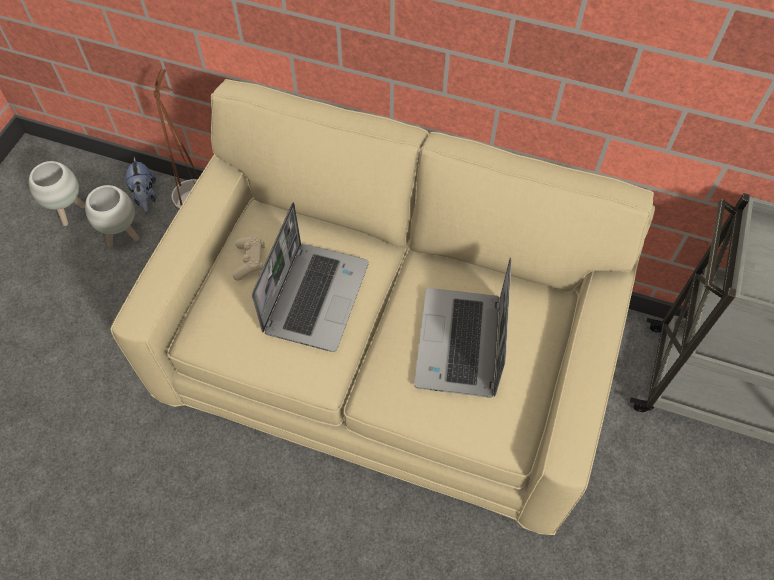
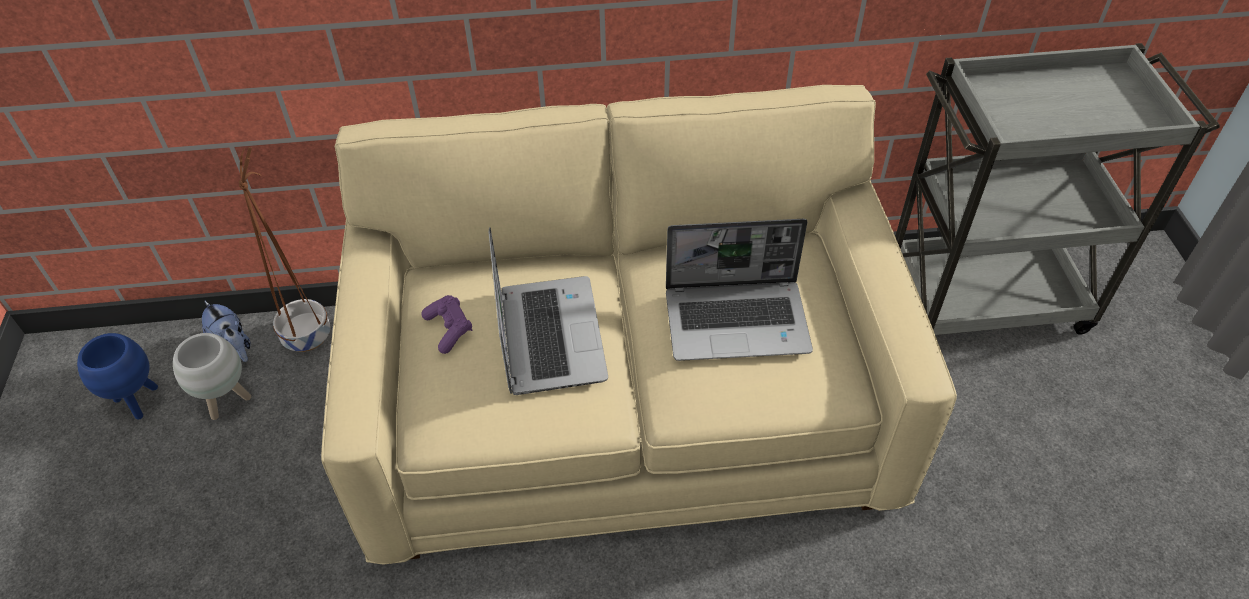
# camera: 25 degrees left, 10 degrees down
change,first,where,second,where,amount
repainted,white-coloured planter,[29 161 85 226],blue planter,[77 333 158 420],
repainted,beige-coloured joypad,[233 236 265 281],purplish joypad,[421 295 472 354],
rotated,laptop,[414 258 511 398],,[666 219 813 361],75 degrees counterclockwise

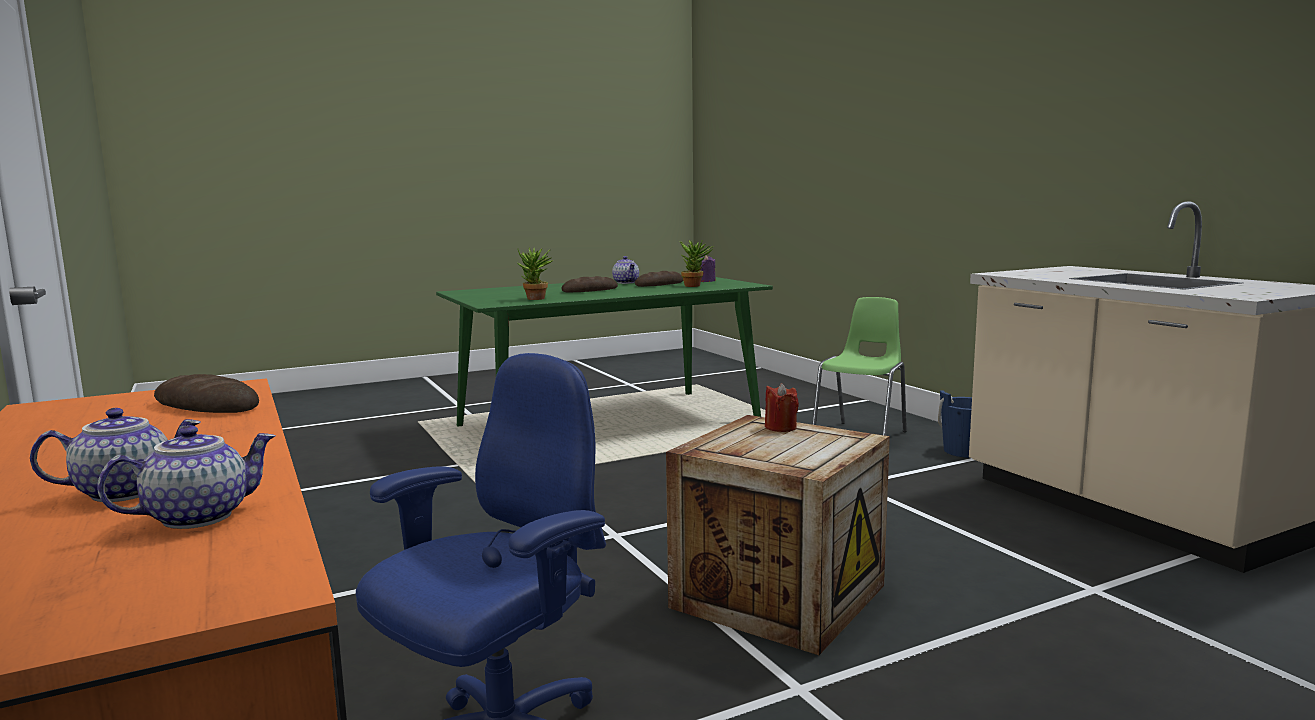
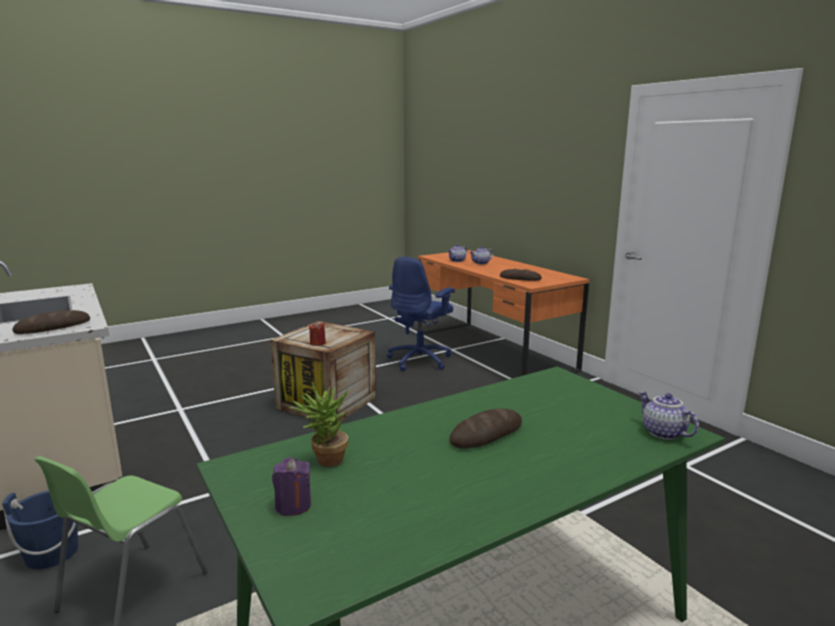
# camera: 175 degrees right, 5 degrees up
change,first,where,second,where,amount
gone,potted plant,[518 248 553 300],,,
shifted,teapot,[612 256 639 284],,[639 391 699 440],
shifted,bakery bread,[635 271 683 287],,[12 310 90 334],

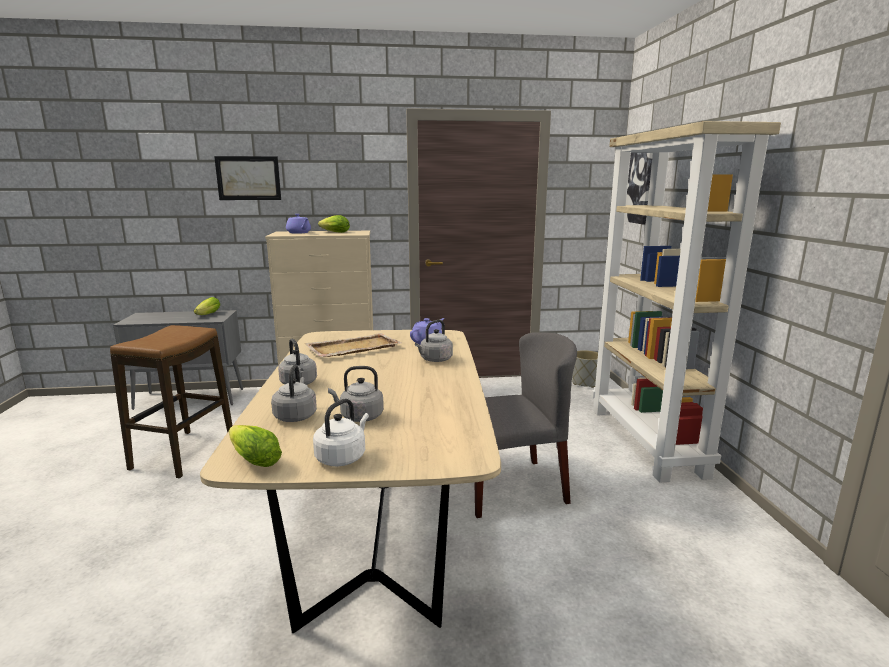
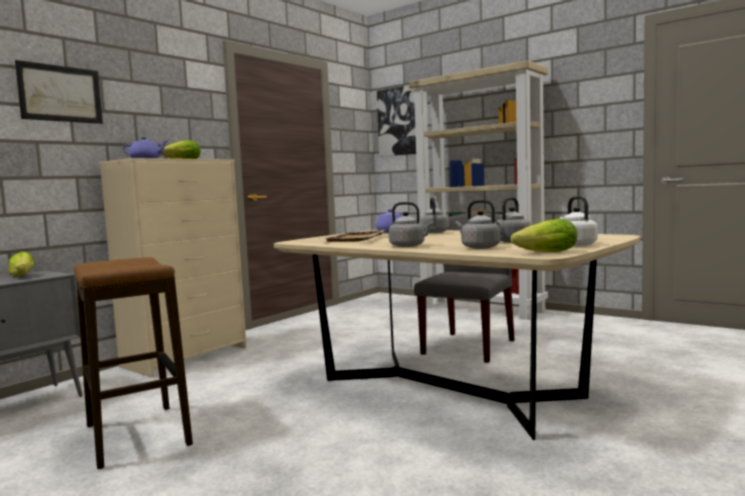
# camera: 45 degrees left, 10 degrees down
change,first,where,second,where,amount
gone,gray planter,[572 350 598 388],,,

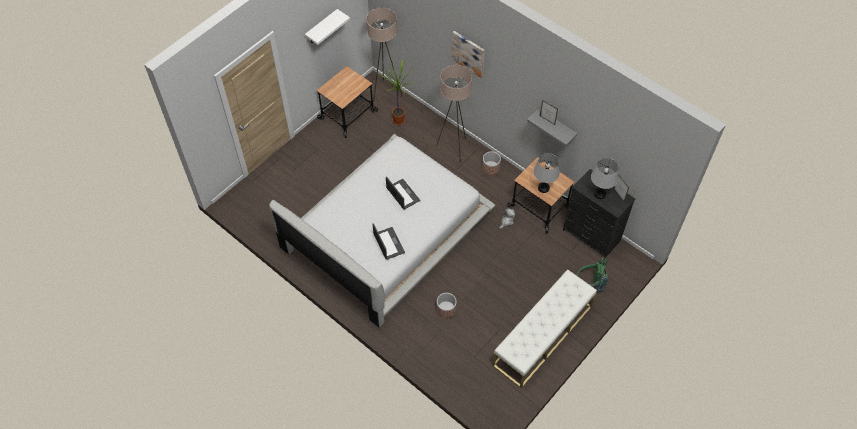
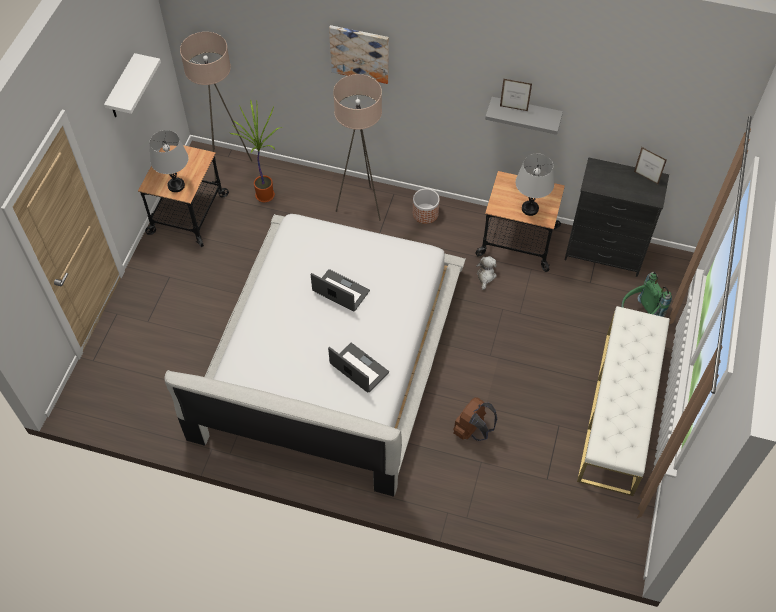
# camera: 25 degrees left, 0 degrees up
change,first,where,second,where,amount
shifted,gray lamp for a table,[591 158 618 199],,[150 130 188 192],
swapped,planter,[437 293 456 318],brown-coloured knapsack,[453 397 497 441],

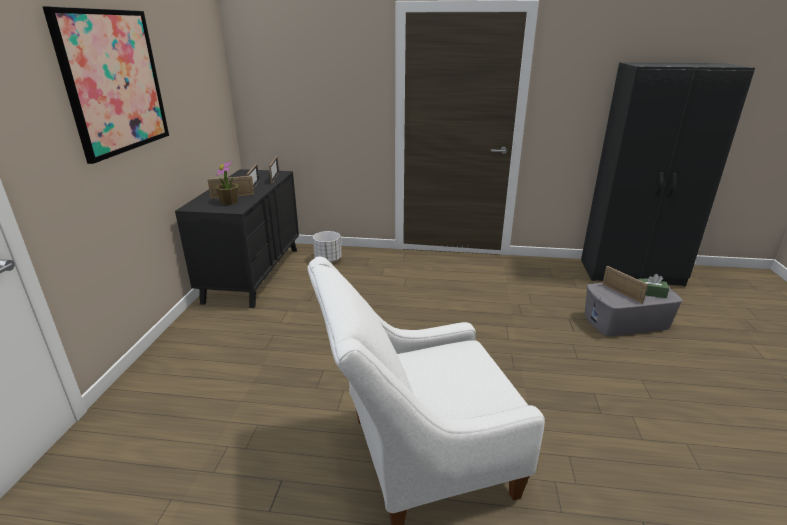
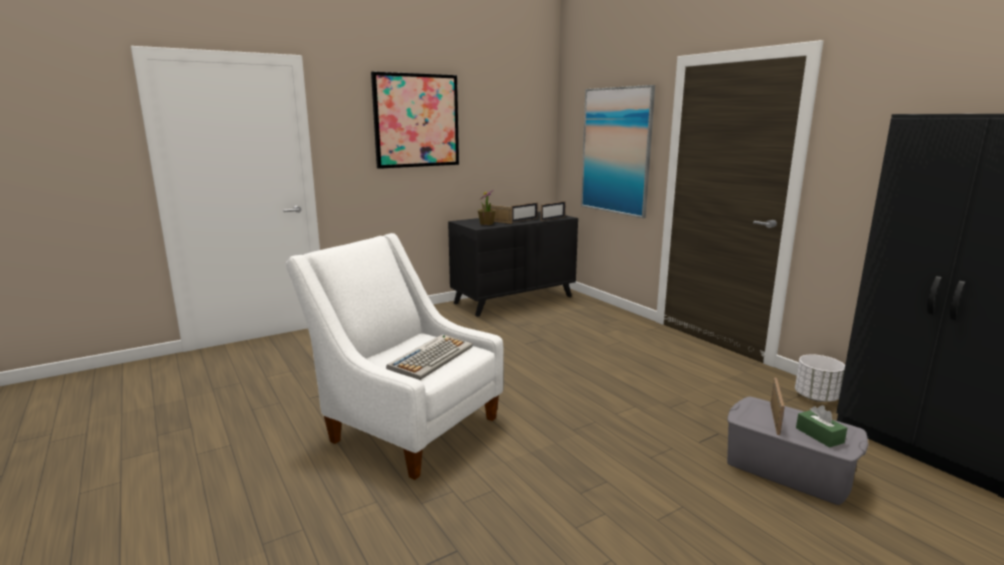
# camera: 50 degrees right, 10 degrees down
change,first,where,second,where,amount
new,,,keyboard,[386 334 473 380],
new,,,wall picture,[581 85 655 218],
shifted,white-coloured planter,[313 231 342 262],,[795 354 845 402],

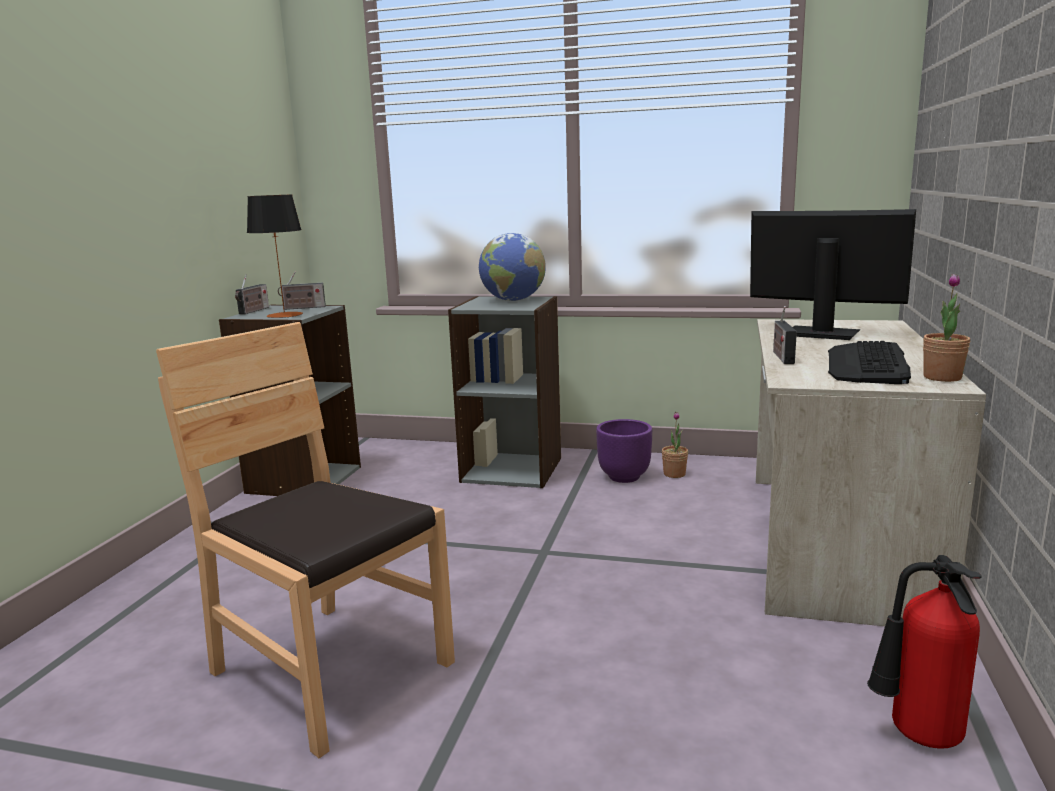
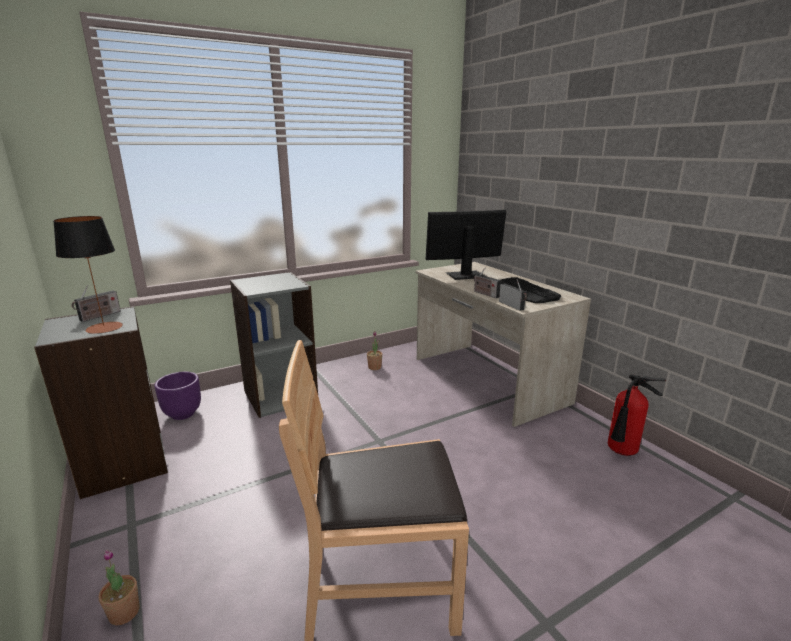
# camera: 45 degrees left, 5 degrees up
change,first,where,second,where,amount
gone,world globe,[479 233 546 301],,,
shifted,radio receiver,[235 275 269 314],,[499 279 527 311],
shifted,purplish planter,[596 419 652 483],,[154 372 201 420],
shifted,potted plant,[923 274 971 382],,[99 550 140 625],

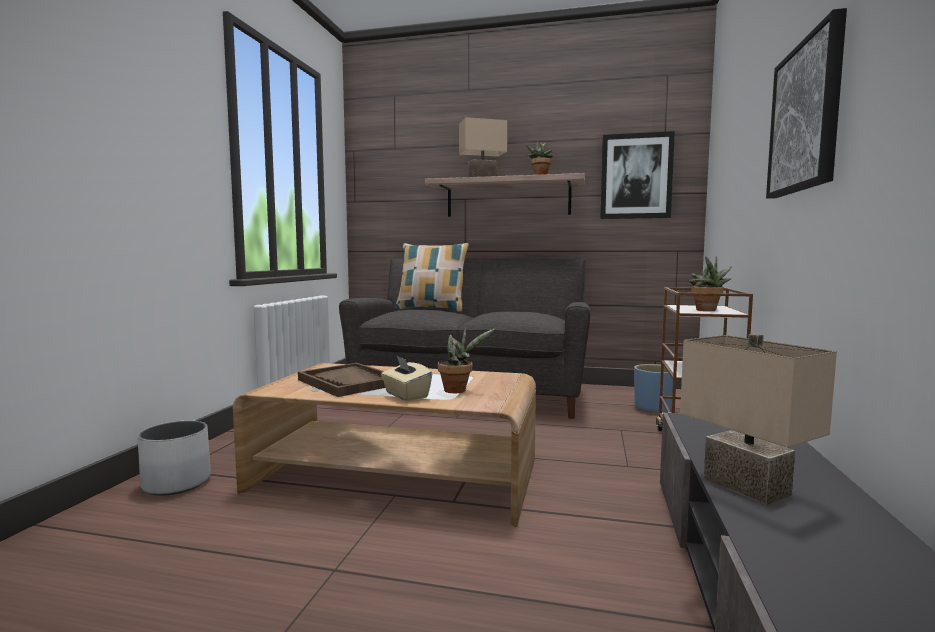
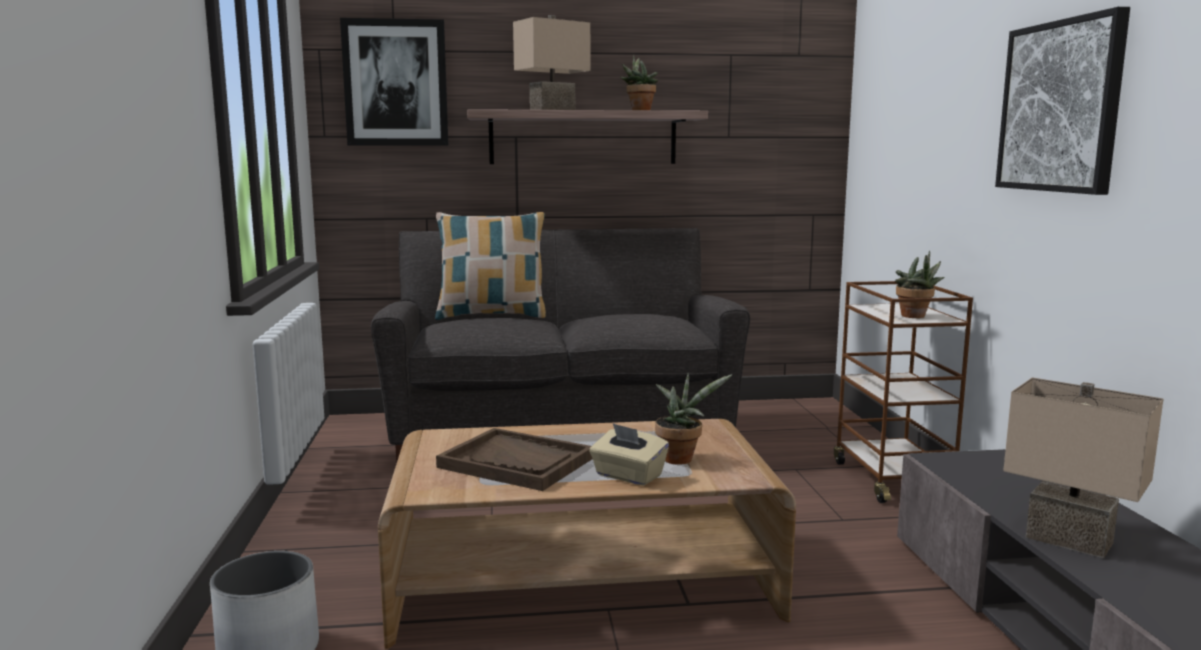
# camera: 20 degrees left, 5 degrees up
change,first,where,second,where,amount
gone,blue planter,[634 364 673 414],,,
shifted,wall picture,[600 131 675 219],,[340 18 448 145],

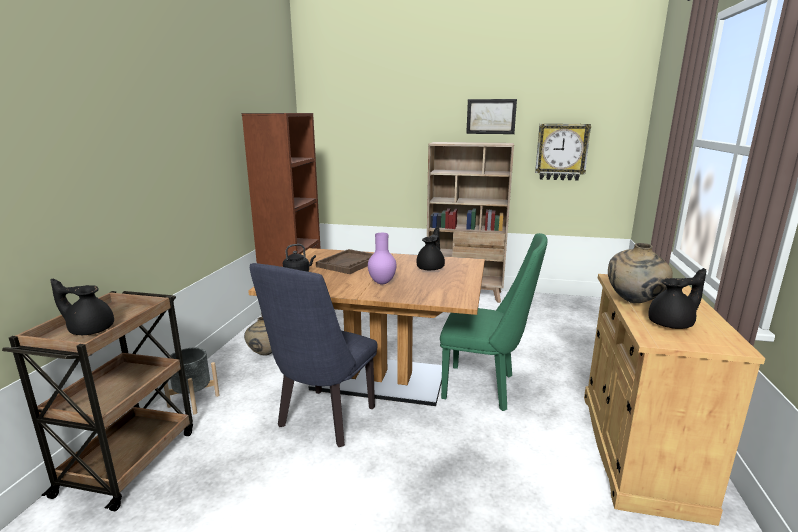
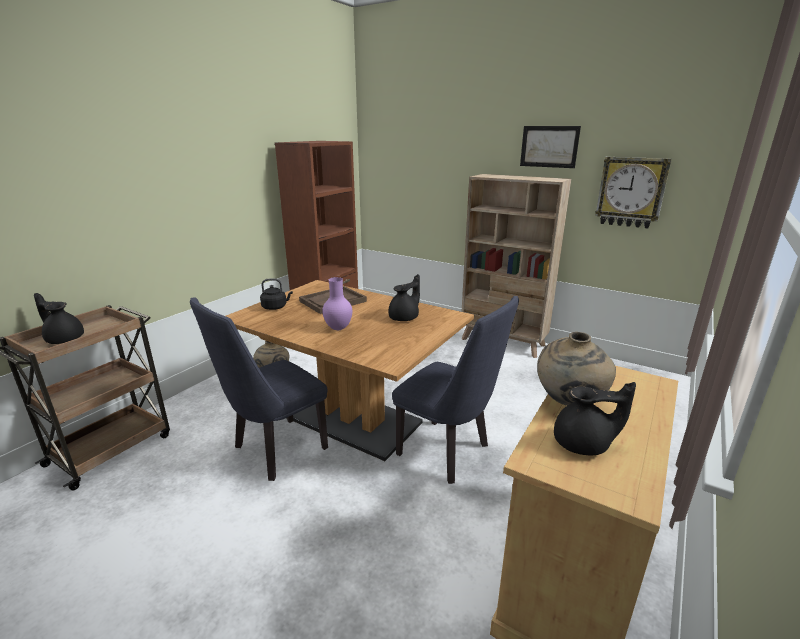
# camera: 20 degrees right, 5 degrees up
change,first,where,second,where,amount
gone,gray planter,[164 348 220 414],,,
repainted,green plain chair,[440 233 548 411],blue plain chair,[392 296 519 484],

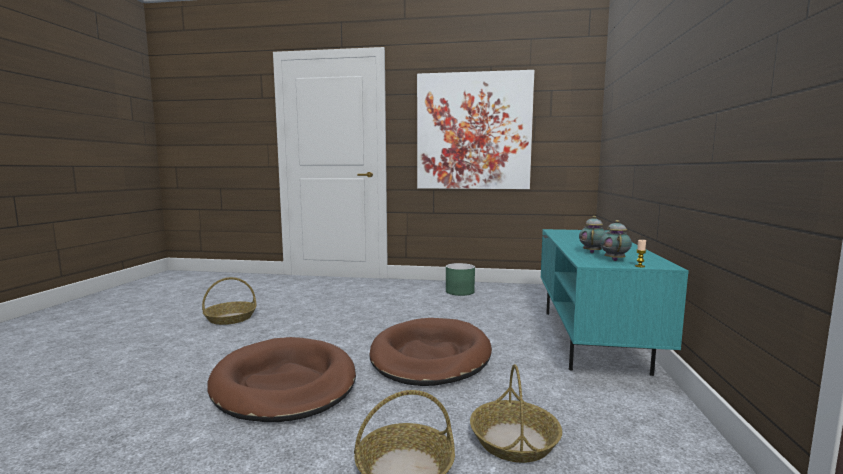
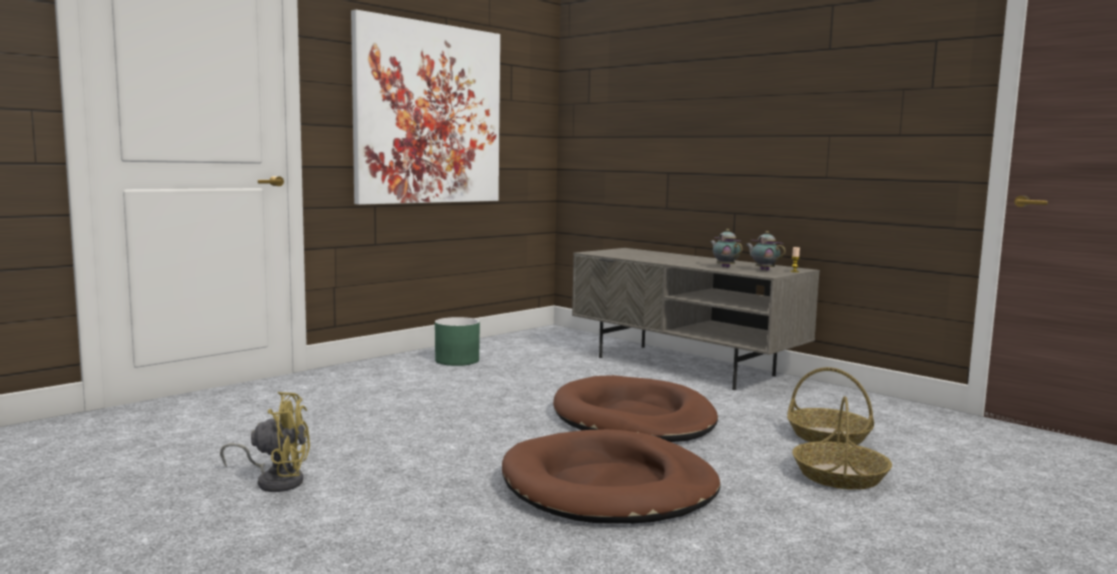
# camera: 55 degrees left, 0 degrees up
change,first,where,second,where,amount
swapped,basket,[202 277 256 325],yellow cooling fan,[220 392 310 492],
repainted,blue-green tv unit,[541 229 689 376],gray tv unit,[572 248 820 390],

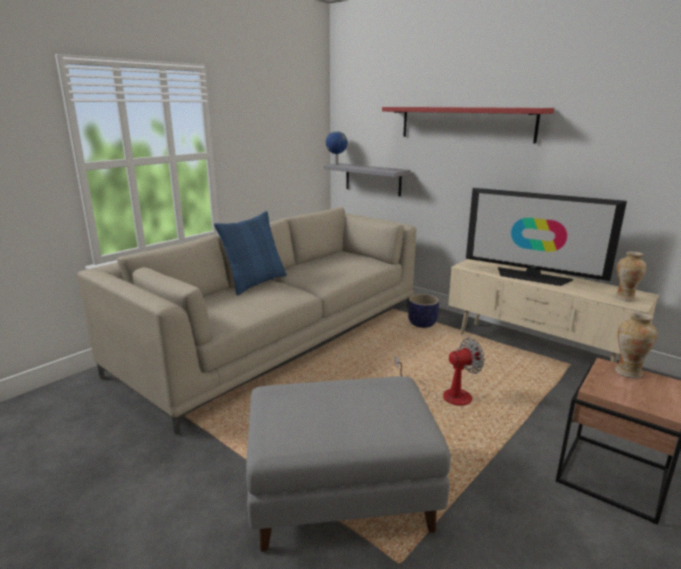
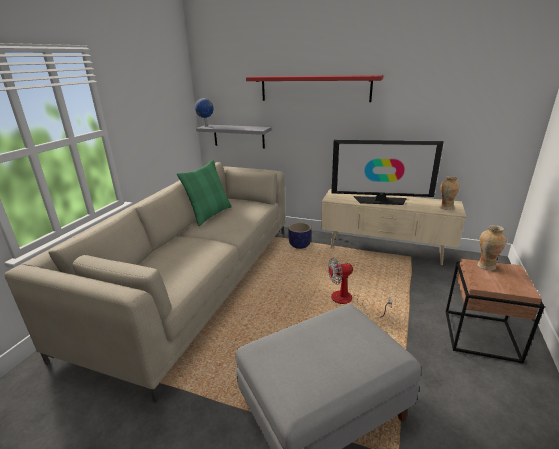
# camera: 20 degrees left, 5 degrees up
change,first,where,second,where,amount
gone,blue cushion,[214 211 287 295],,,
new,,,green cushion,[177 160 232 226],
rotated,cooling fan,[395 338 485 406],,[328 258 392 317],150 degrees counterclockwise

